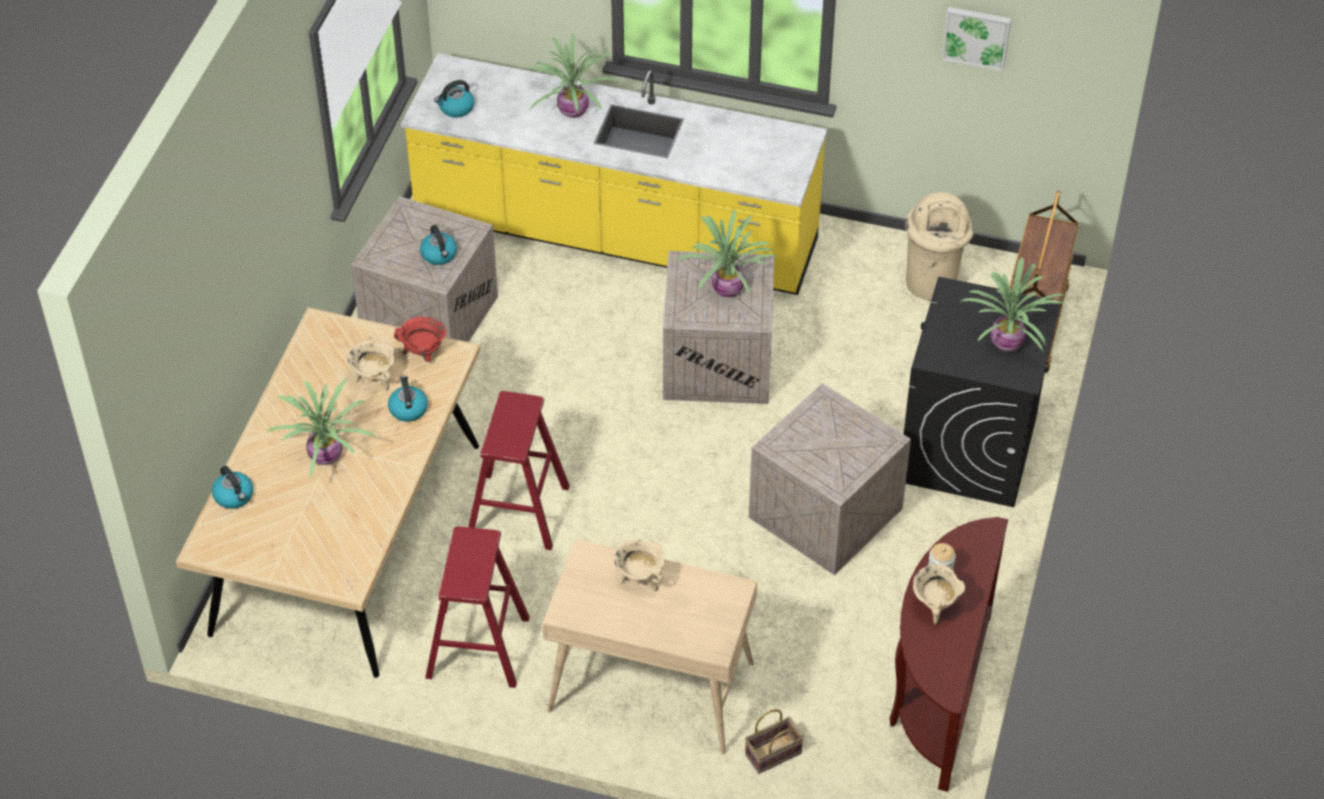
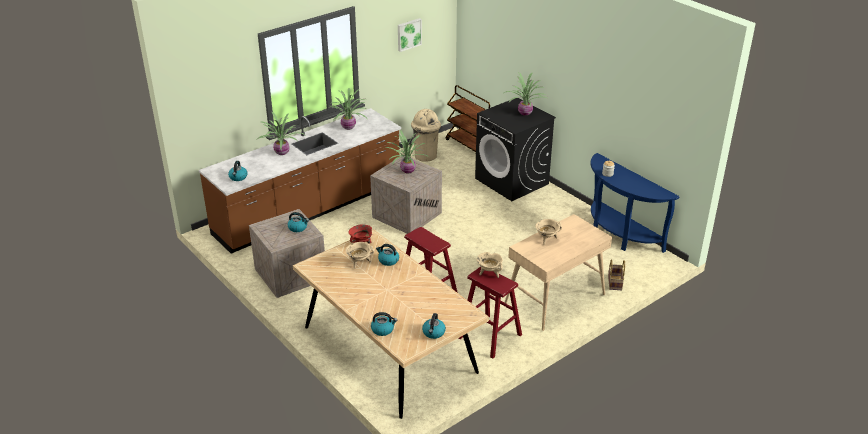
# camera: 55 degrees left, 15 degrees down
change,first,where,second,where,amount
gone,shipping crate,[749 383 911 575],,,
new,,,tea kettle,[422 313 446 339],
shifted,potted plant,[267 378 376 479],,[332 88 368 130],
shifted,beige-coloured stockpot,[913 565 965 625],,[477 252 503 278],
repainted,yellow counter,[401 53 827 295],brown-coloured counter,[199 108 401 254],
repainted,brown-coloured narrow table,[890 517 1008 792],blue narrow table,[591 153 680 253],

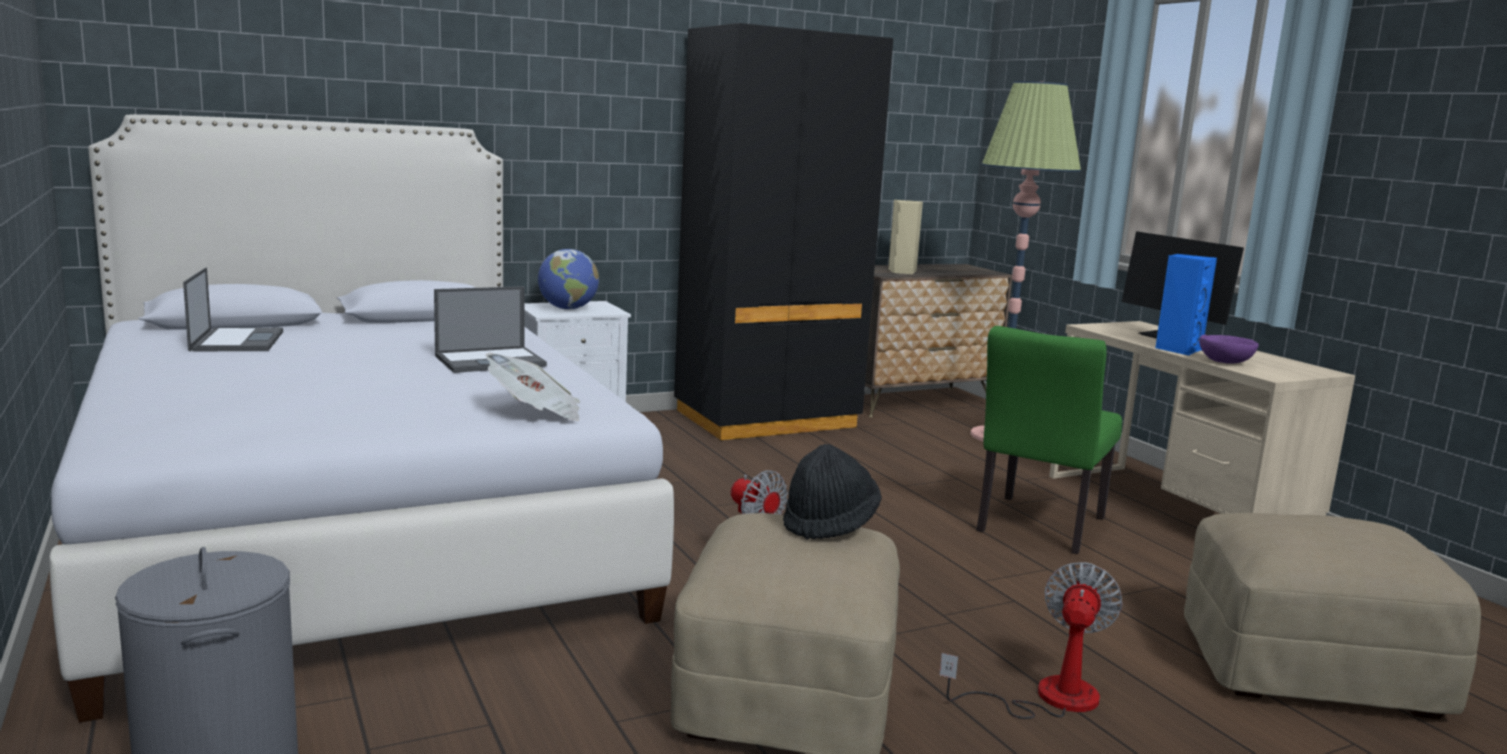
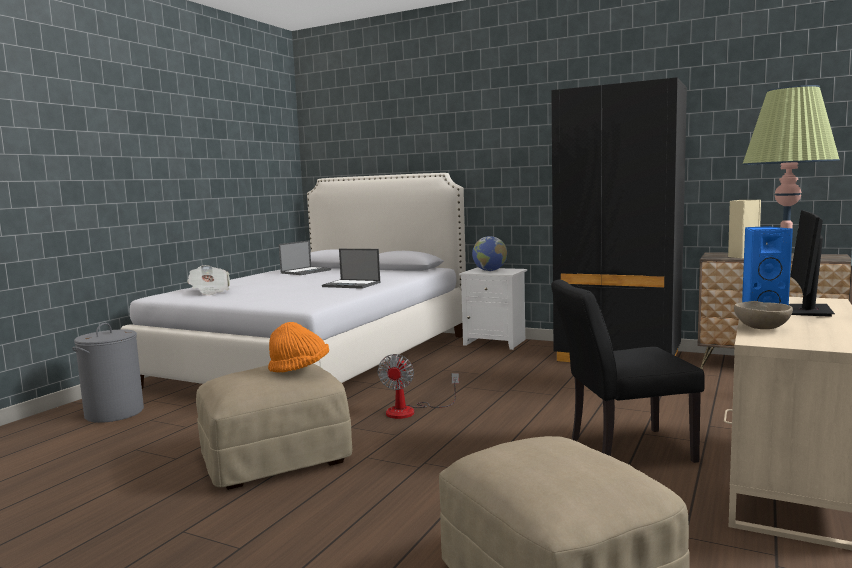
# camera: 55 degrees right, 5 degrees down
change,first,where,second,where,amount
gone,cooling fan,[939 562 1123 719],,,
shifted,daily paper,[486 353 580 421],,[187 265 230 295],
repainted,black wearable hat,[783 444 882 540],orange wearable hat,[268 322 329 373],
repainted,green plain chair,[977 326 1122 554],black plain chair,[551 279 705 463],
repainted,purplish serving bowl,[1199 334 1258 364],beige-coloured serving bowl,[734 301 793 329],

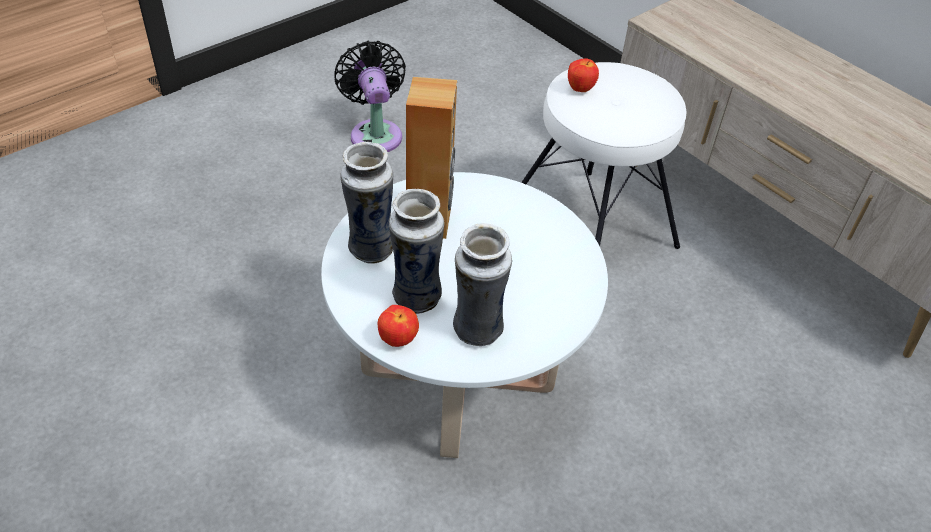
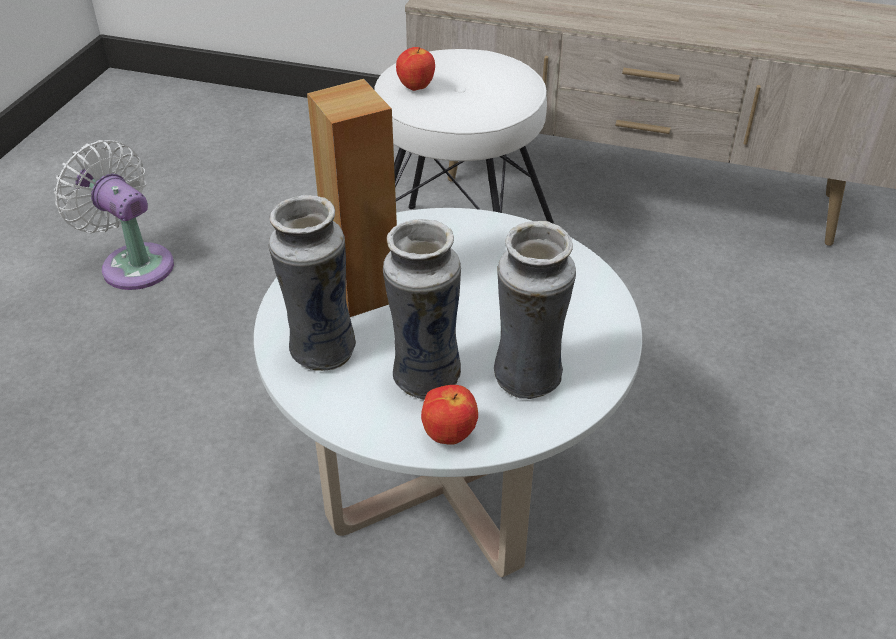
# camera: 30 degrees left, 5 degrees down
change,first,where,second,where,amount
repainted,black cooling fan,[334 41 406 152],white-coloured cooling fan,[54 140 174 290],

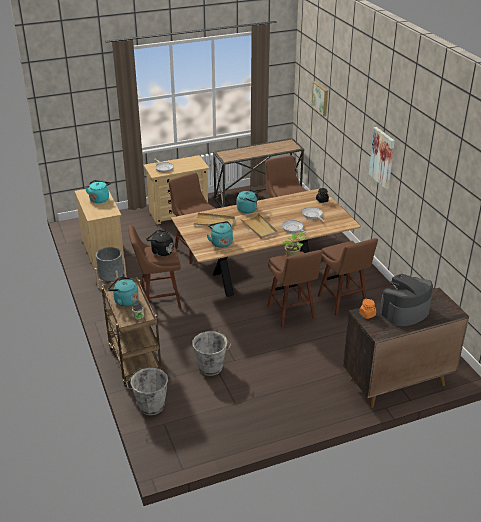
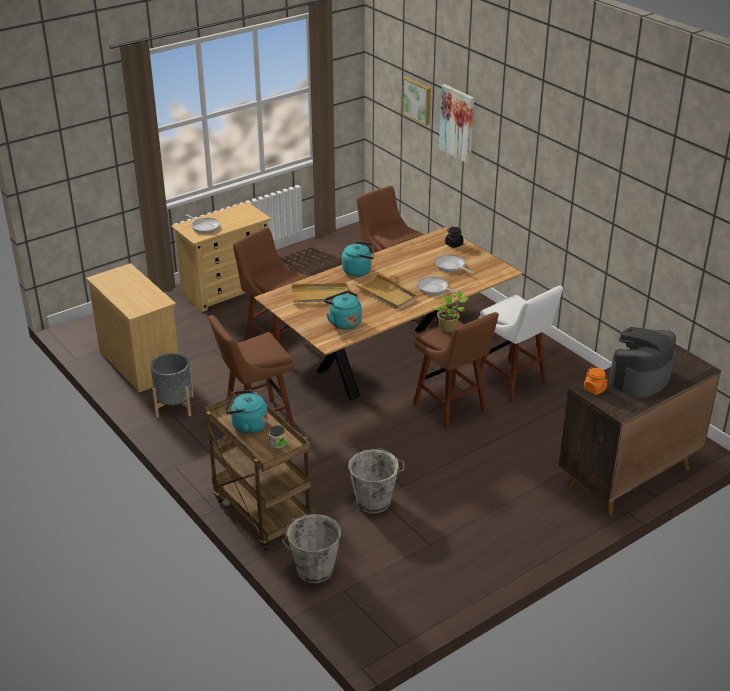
# camera: 15 degrees left, 0 degrees up
change,first,where,second,where,amount
gone,blue-green tea kettle,[85 180 111 203],,,
gone,black tea kettle,[146 230 174 257],,,
gone,narrow table,[213 138 304 208],,,
shifted,wall picture,[369 127 395 189],,[439 84 474 164],
repainted,brown-coloured sitting stool,[318 238 378 316],white-coloured sitting stool,[475 286 563 402],

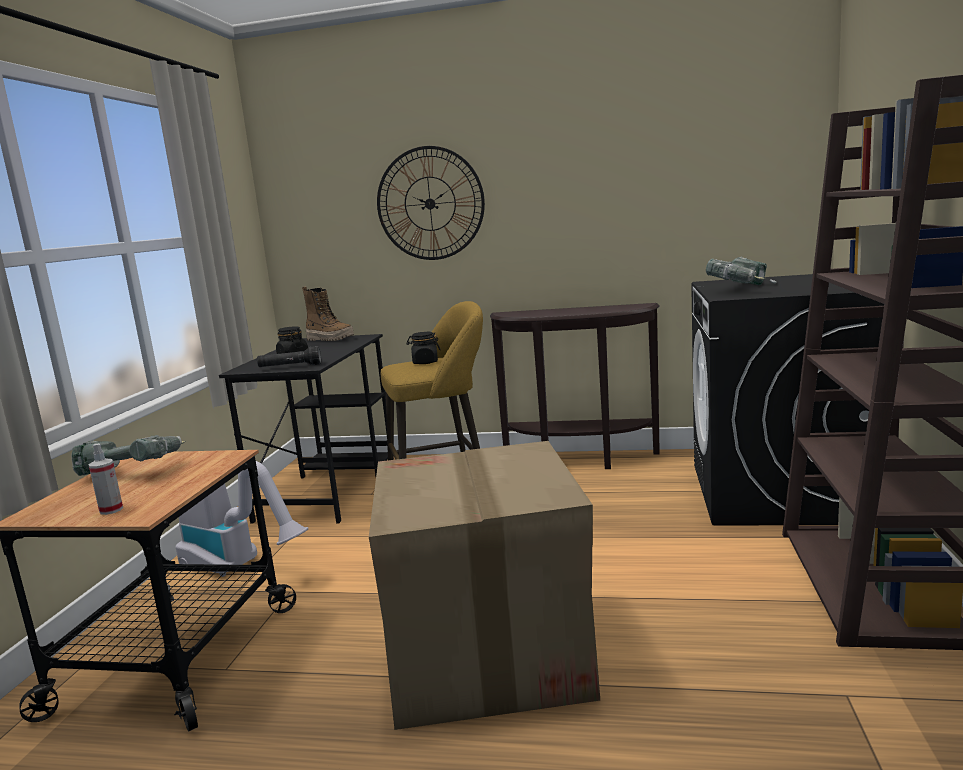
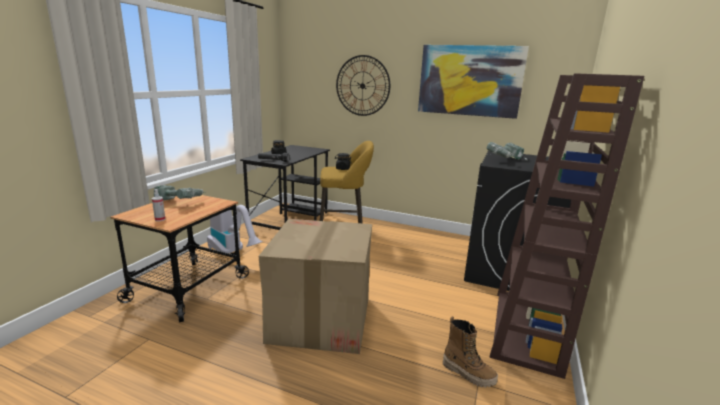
# camera: 10 degrees right, 5 degrees up
change,first,where,second,where,amount
gone,brown-coloured narrow table,[490 303 660 469],,,
new,,,wall picture,[418 45 529 119],
shifted,high-top boot,[302 286 354 341],,[443 316 498 388],

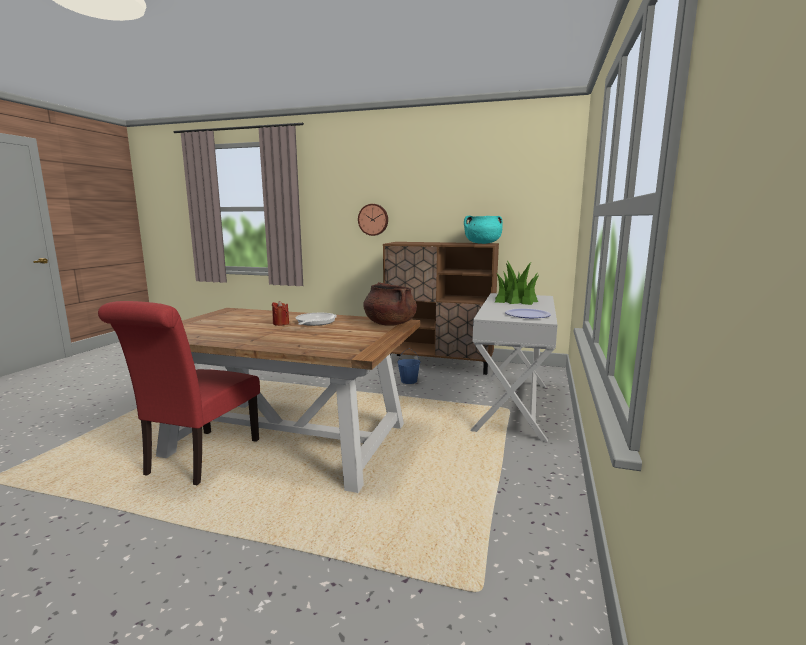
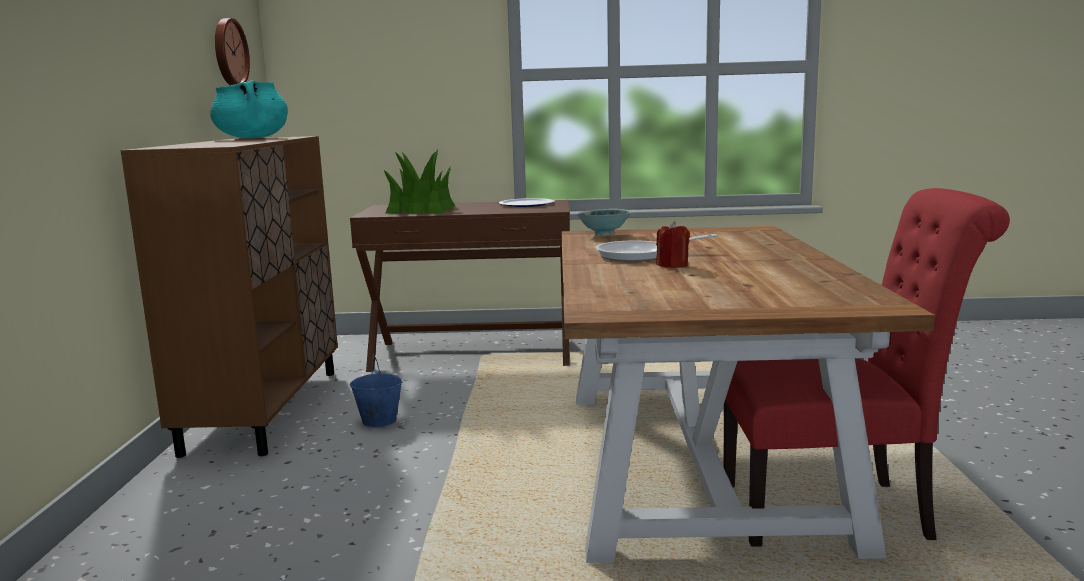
# camera: 105 degrees left, 0 degrees up
change,first,where,second,where,amount
shifted,hanging clock,[358 204 388 236],,[215 18 250 86],
swapped,brown-coloured stockpot,[363 282 417 325],serving bowl,[576 209 632 236],
repainted,white-coloured narrow table,[470 293 558 442],brown-coloured narrow table,[350 200 570 372],

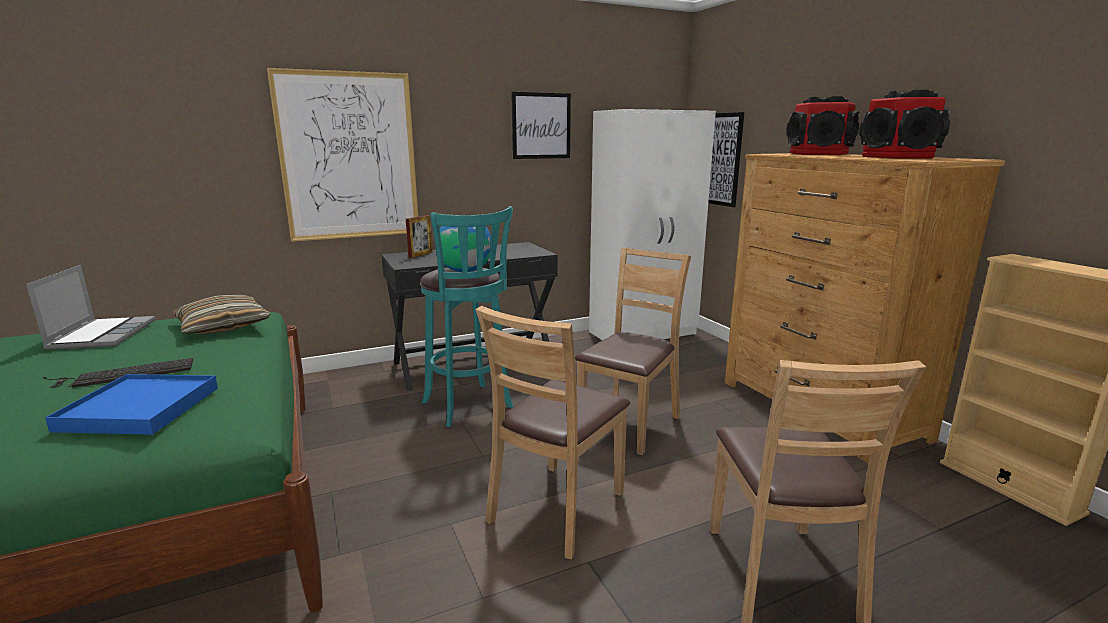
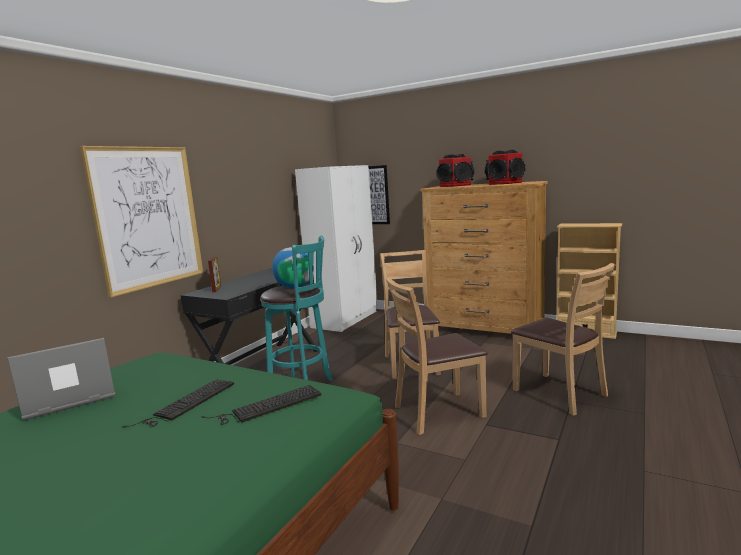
# camera: 35 degrees left, 5 degrees down
change,first,where,second,where,amount
gone,cushion,[171 295 271 334],,,
gone,wall picture,[511 92 571 159],,,
swapped,blue serving tray,[45 374 218 435],keyboard,[201 385 321 425],
rotated,laptop,[26 265 155 350],,[7 338 115 420],75 degrees counterclockwise
rotated,brown-coloured plain chair,[475 306 630 559],,[386 276 488 435],75 degrees clockwise

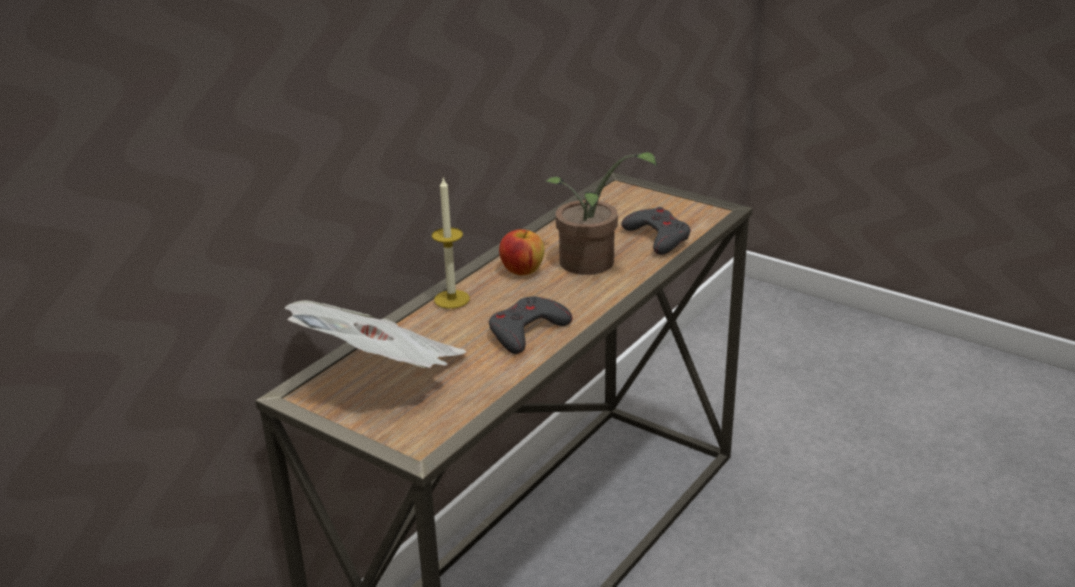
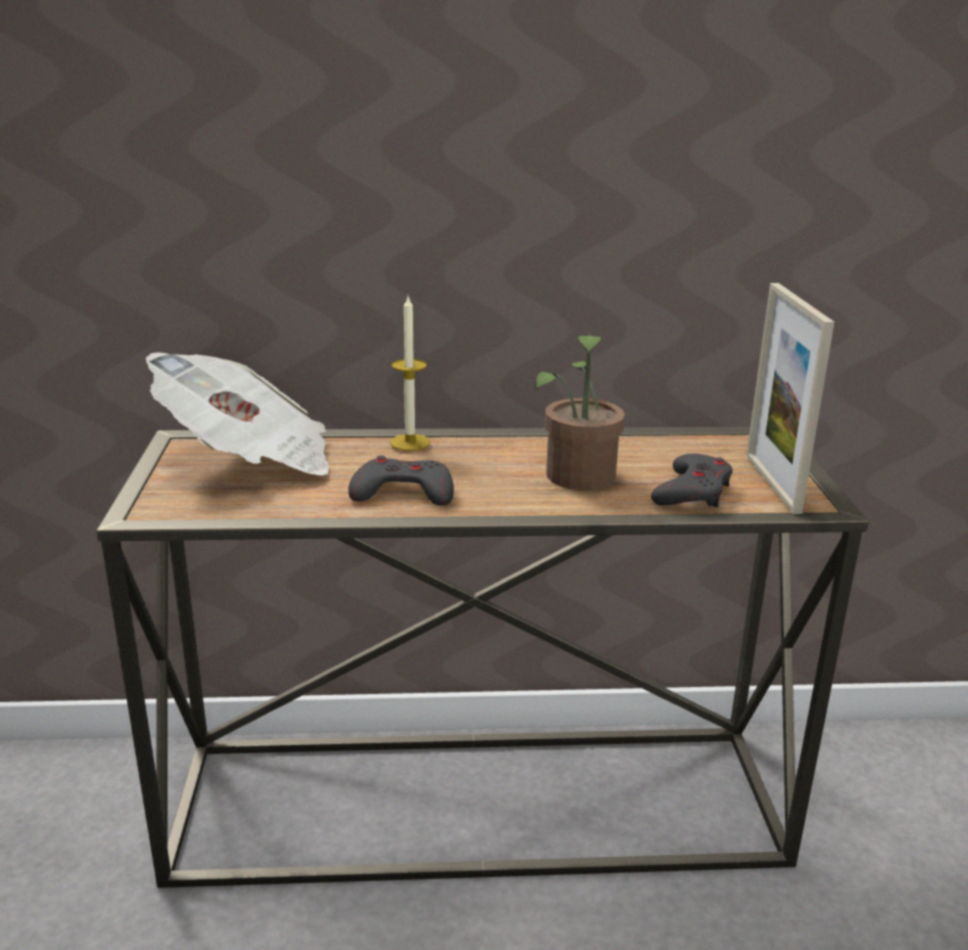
# camera: 50 degrees right, 5 degrees down
change,first,where,second,where,amount
gone,apple,[499 229 545 276],,,
new,,,photo frame,[746 283 834 514],

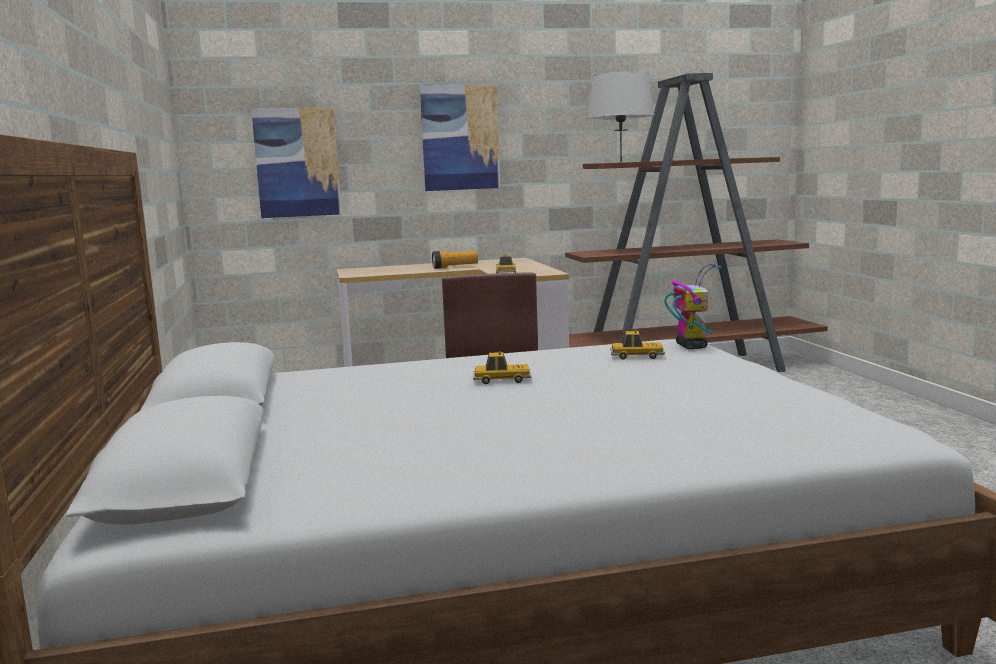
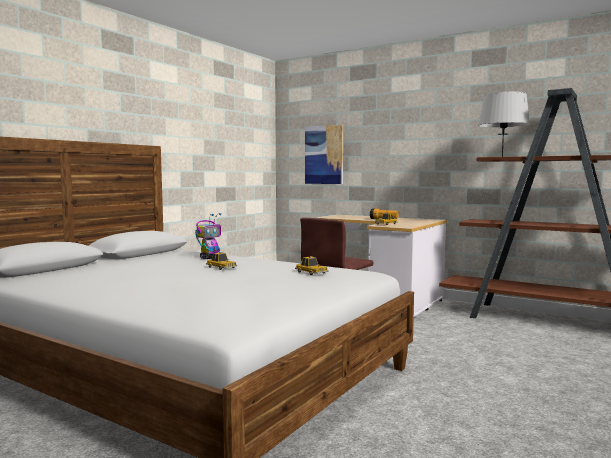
# camera: 45 degrees right, 5 degrees down
change,first,where,second,where,amount
gone,wall picture,[420 84 500 191],,,
shifted,model robot,[664 264 722 349],,[195 213 221 259],

